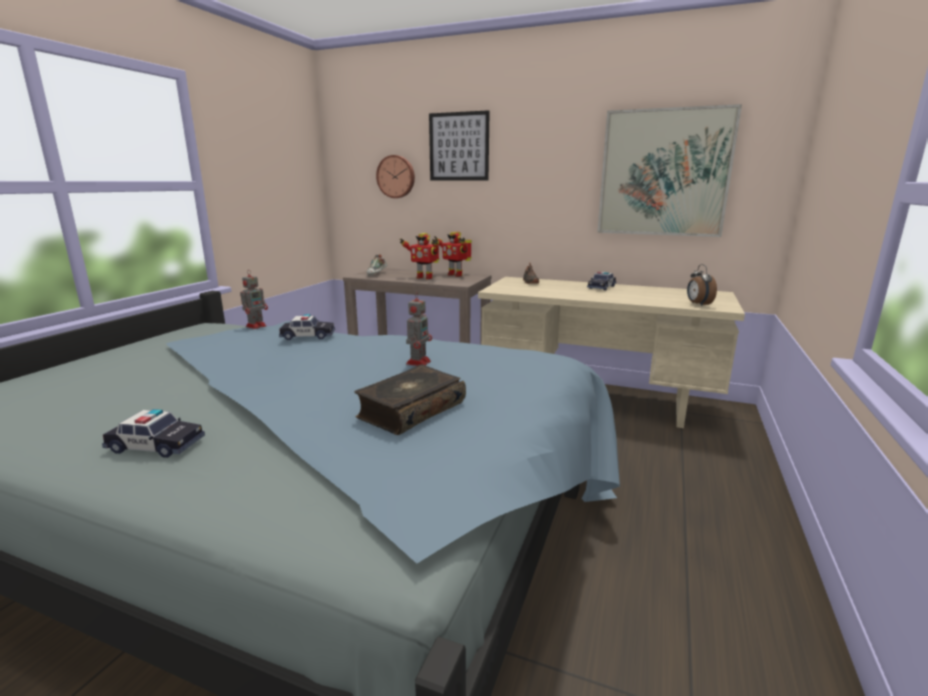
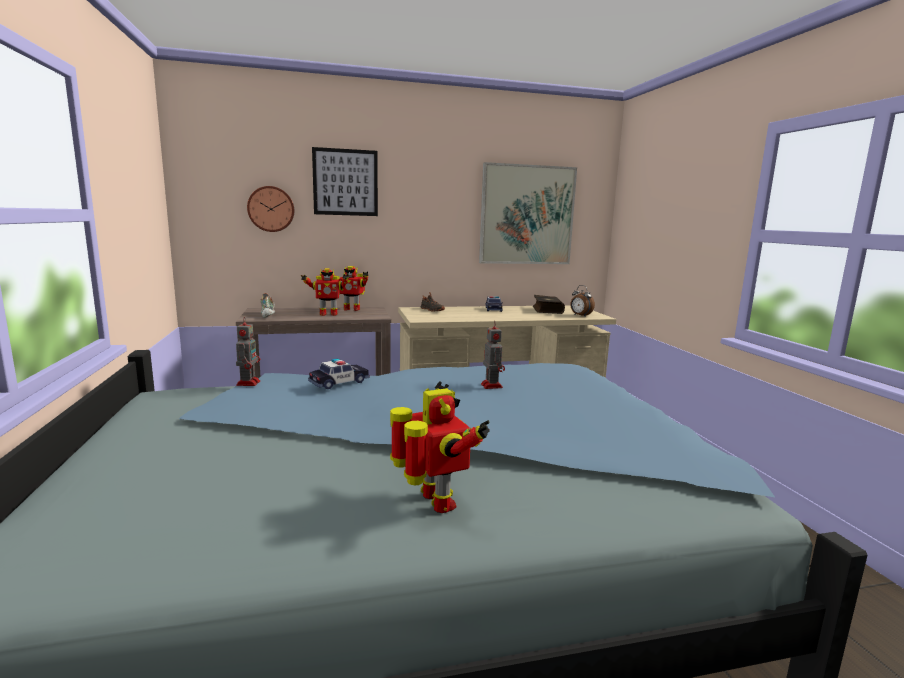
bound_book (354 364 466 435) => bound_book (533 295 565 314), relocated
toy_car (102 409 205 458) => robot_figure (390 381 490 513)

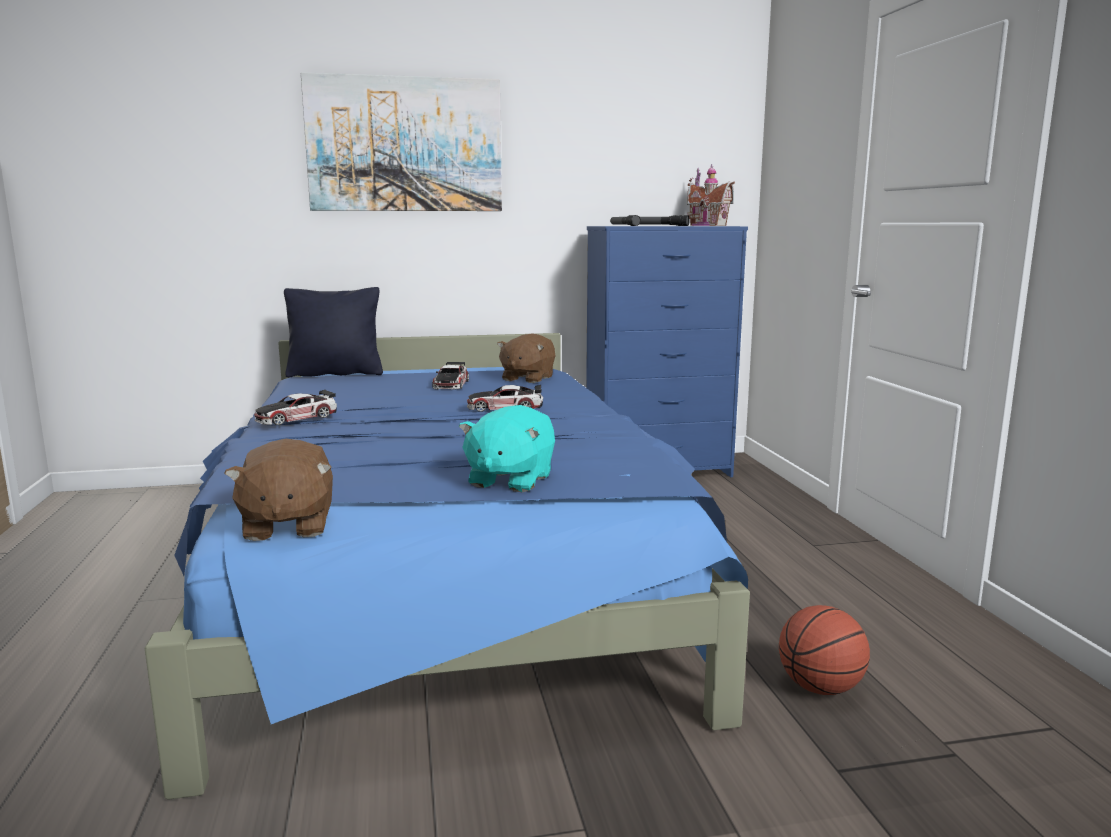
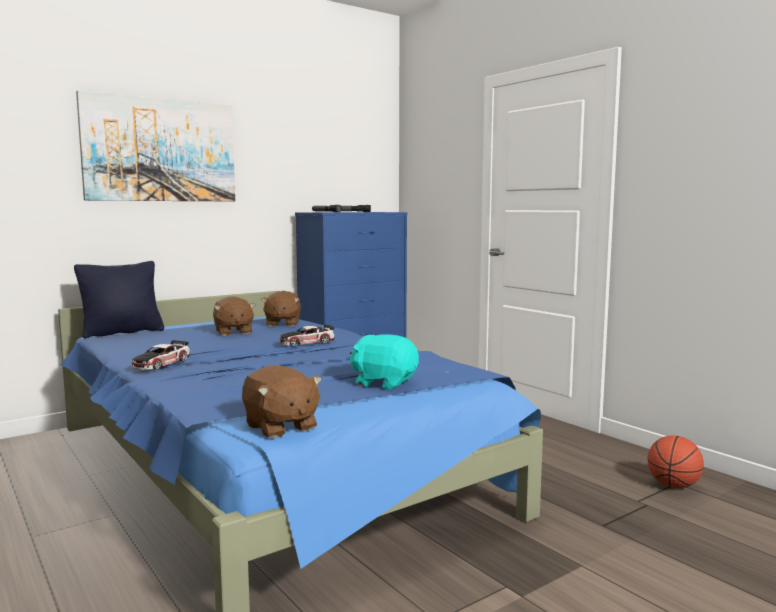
toy_house (687 164 735 226) => nothing
toy_car (432 362 469 390) => brownish_plush_toy (213 296 256 336)
turquoise-coloured_plush_toy (459 405 555 492) => turquoise-coloured_plush_toy (349 334 419 390), 120 degrees clockwise
basketball (779 605 870 695) => basketball (648 435 704 488), relocated

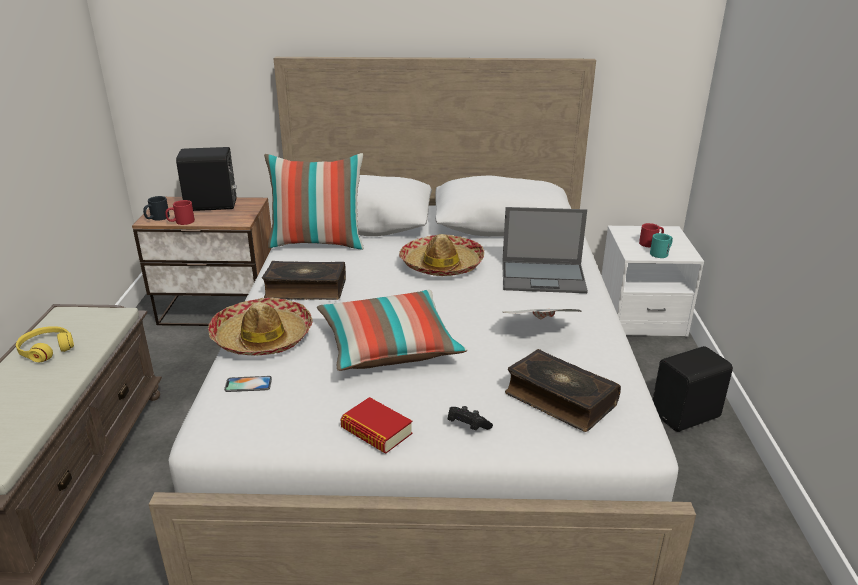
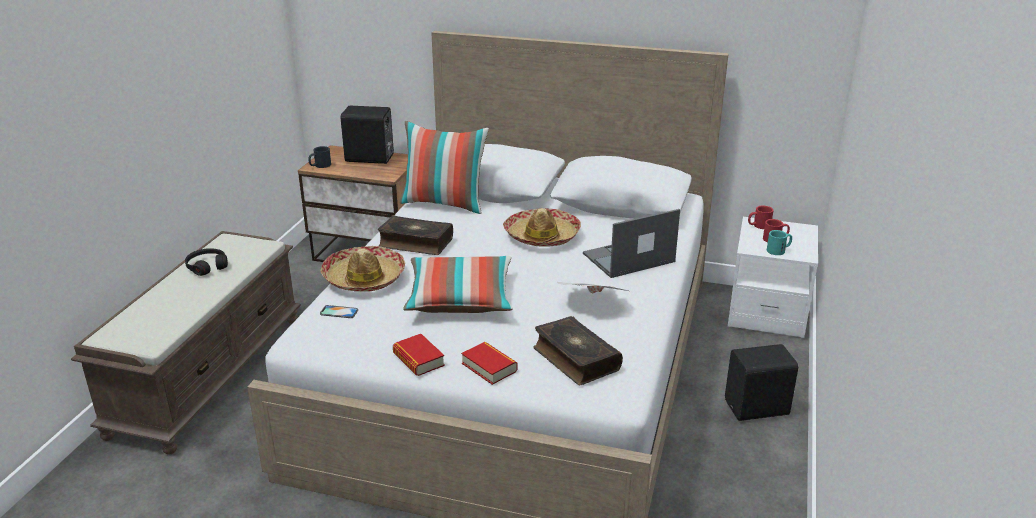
red_tea_mug (165 200 195 225) => red_tea_mug (748 206 774 229), relocated
portable_computer (502 207 588 293) => portable_computer (583 209 680 278), 135 degrees clockwise
yellowish_pair_of_headphones (16 326 74 362) => blackish_pair_of_headphones (185 248 228 276)
blackish_joypad (448 406 493 430) => bound_book (461 342 518 385)

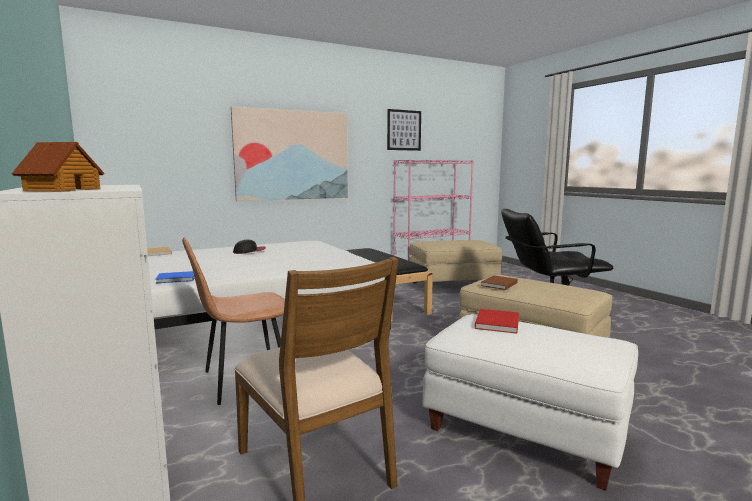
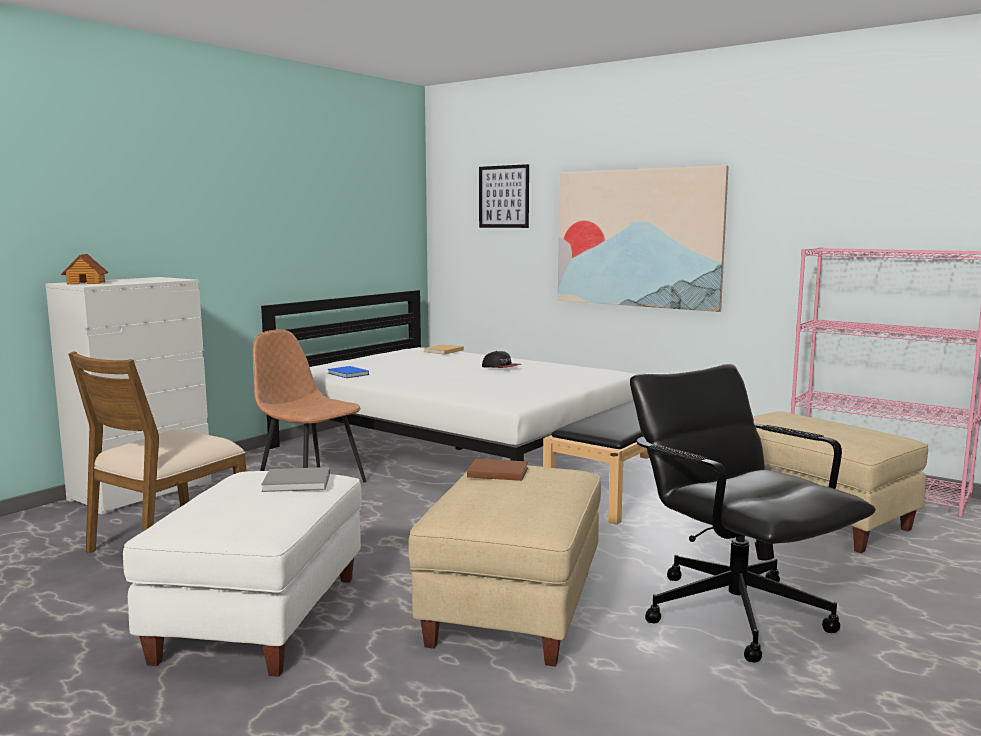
wall_picture (387 109 421 151) => wall_picture (479 164 529 228), relocated
red_bound_book (475 309 519 334) => greyish_bound_book (261 467 330 492)

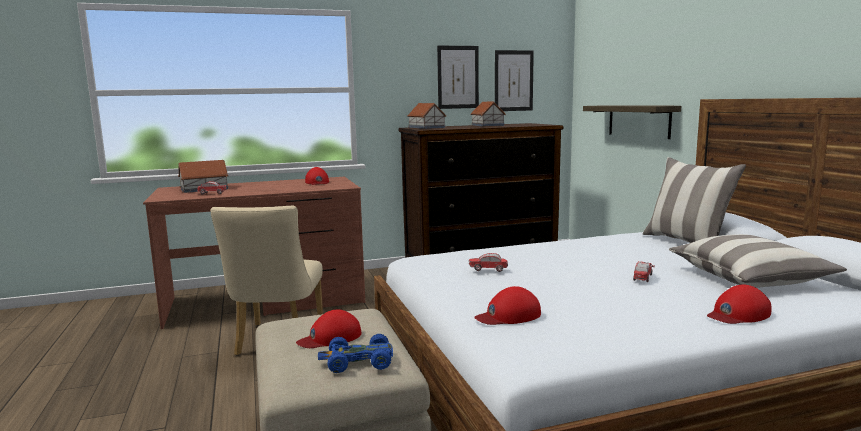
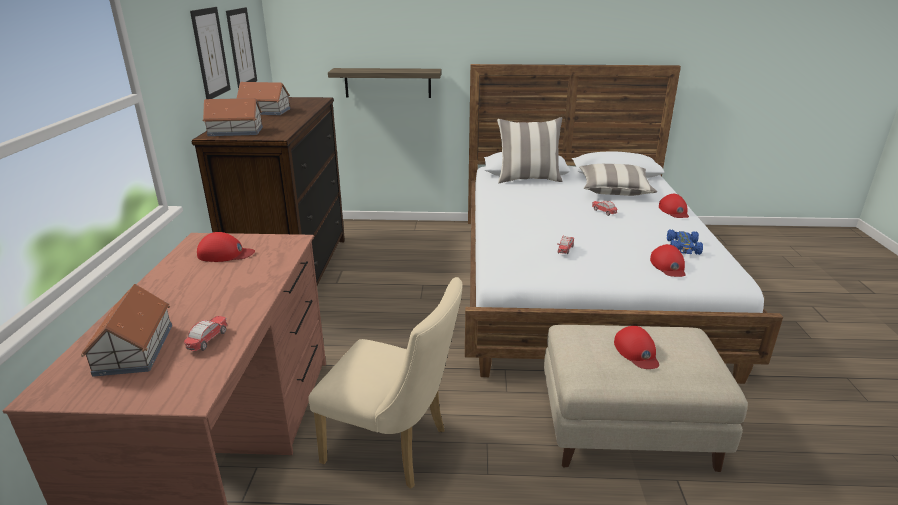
blue-coloured_toy_car (318 334 393 373) => blue-coloured_toy_car (667 229 703 255), relocated

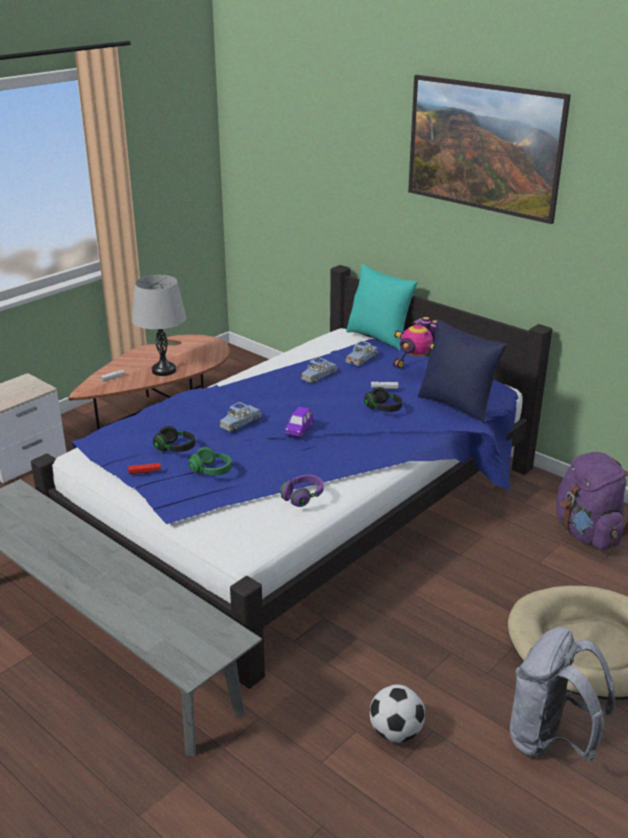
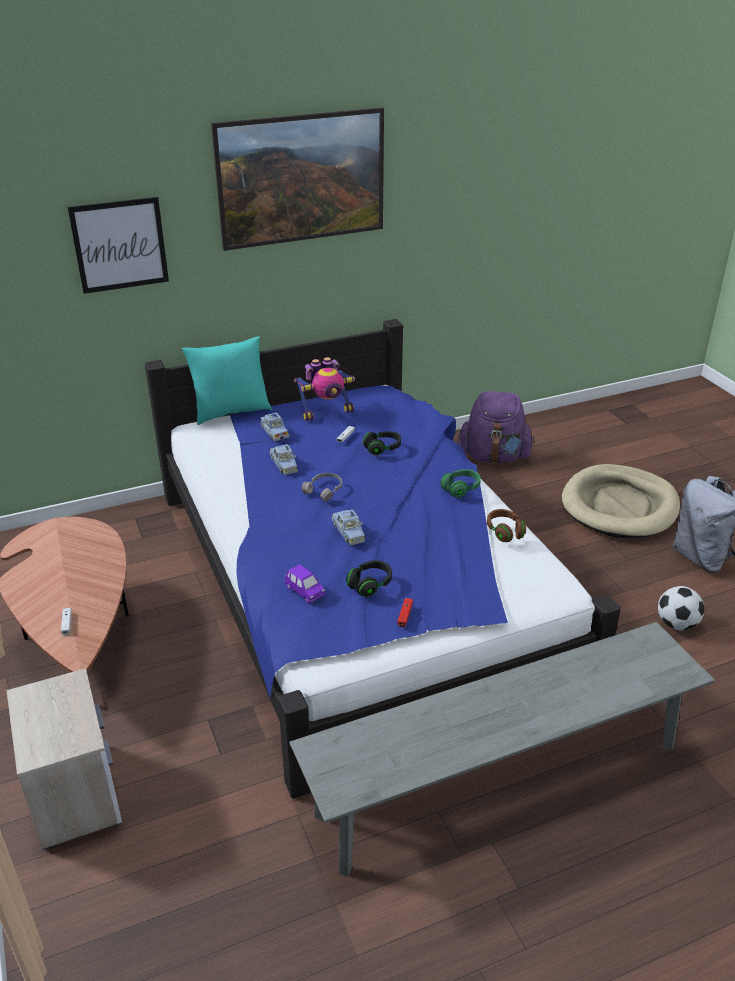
greyish_table_lamp (132 275 186 376) => nothing
blue-coloured_throw_pillow (418 319 507 424) => nothing
purple-coloured_toy_car (285 407 313 437) => purple-coloured_toy_car (284 564 326 603), relocated
green_pair_of_headphones (188 447 232 475) => green_pair_of_headphones (441 469 481 498), relocated
purple-coloured_pair_of_headphones (280 475 323 507) => brownish_pair_of_headphones (487 509 526 542)
nothing => wall_picture (68 197 169 294)
nothing => greyish_pair_of_headphones (302 473 342 502)

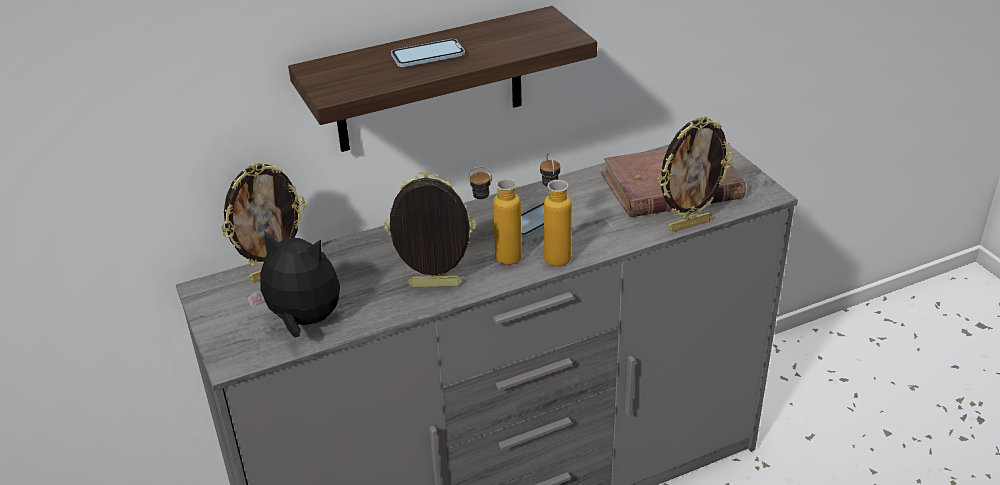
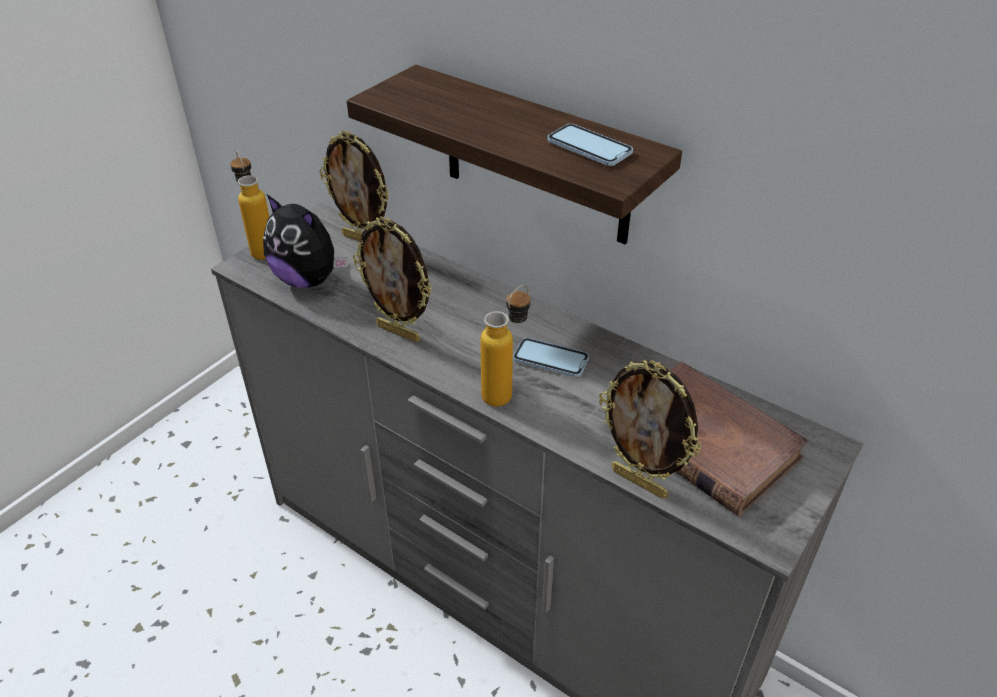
telephone (391 39 465 67) => telephone (547 124 633 166), relocated
drink_bottle (468 166 522 265) => drink_bottle (230 150 269 260), relocated
picture_frame (384 172 476 287) => picture_frame (353 217 432 343), 150 degrees clockwise
plush_toy (247 230 340 338) => plush_toy (263 195 348 288), 135 degrees clockwise

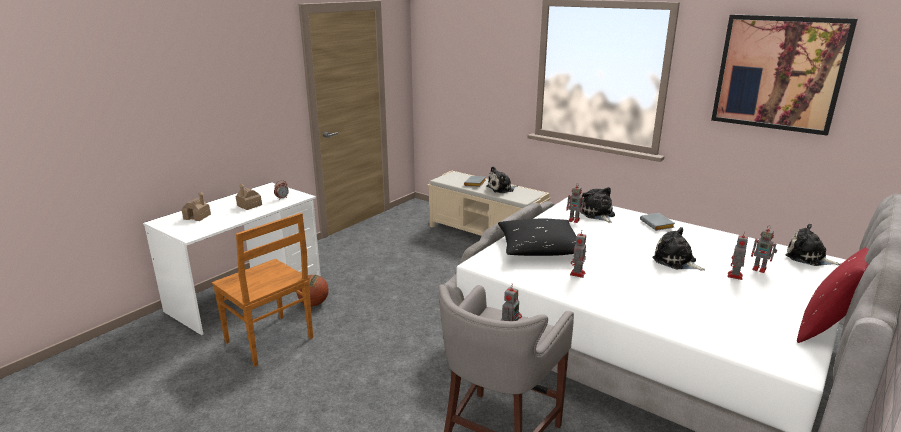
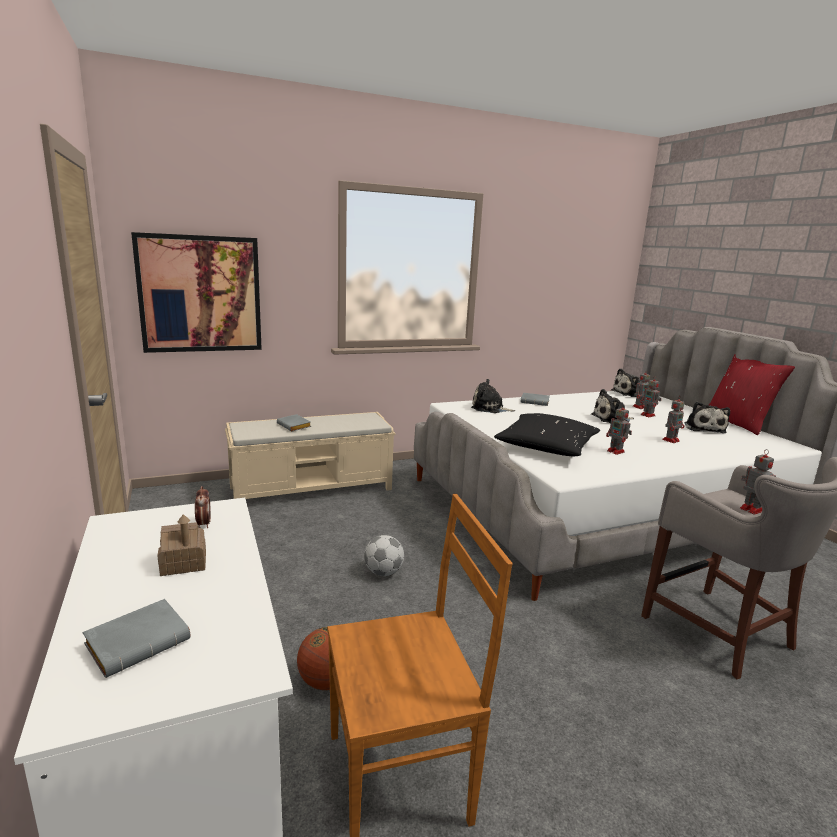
wall_picture (711 14 858 136) => wall_picture (131 232 262 353), relocated
plush_toy (486 166 518 193) => plush_toy (685 402 730 433), relocated
robot_figure (566 183 586 223) => robot_figure (662 397 684 443), relocated
toy_house (182 191 211 221) => greyish_bound_book (83 599 191 678)
nothing => football (364 535 404 576)

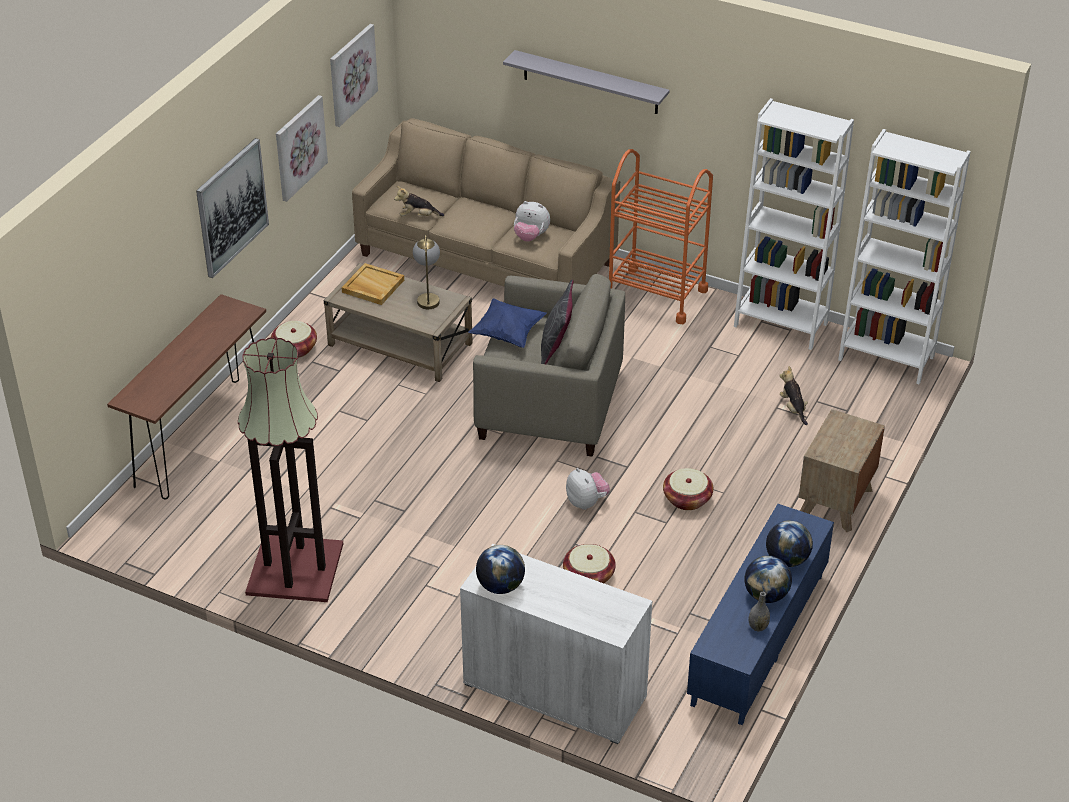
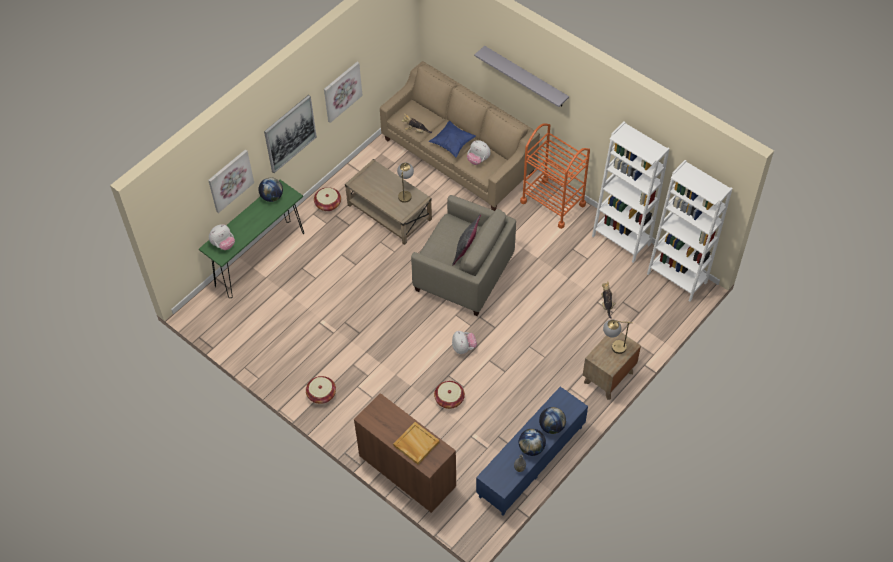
wall_picture (330 24 378 127) => wall_picture (208 149 254 213), relocated
sand-coloured_serving_tray (342 263 404 305) => sand-coloured_serving_tray (393 422 440 465), relocated
brownish_hall_table (107 294 266 499) => green_hall_table (199 180 304 298)
blue-coloured_throw_pillow (468 299 547 348) => blue-coloured_throw_pillow (429 121 476 157), relocated
standing_lamp (238 337 343 602) => nothing
basket (663 468 713 510) => basket (306 376 336 404), relocated
whitish_cupboard (460 544 652 744) => brownish_cupboard (354 393 456 513)
globe (476 545 525 594) => globe (258 178 283 202), relocated
nothing => plush_toy (209 224 235 250)
nothing => table_lamp (603 319 633 354)

